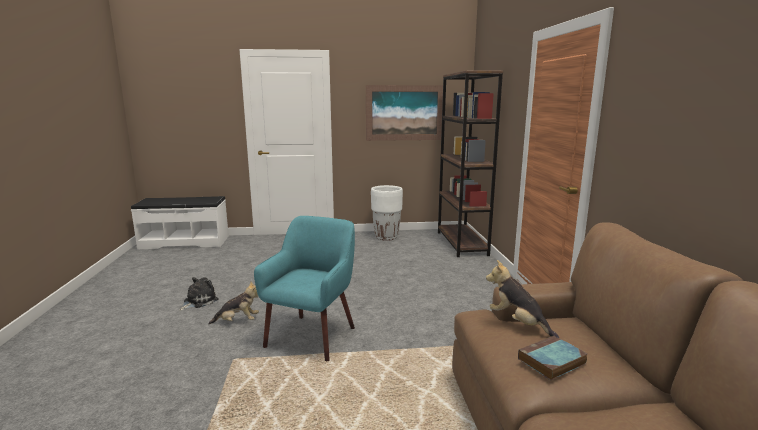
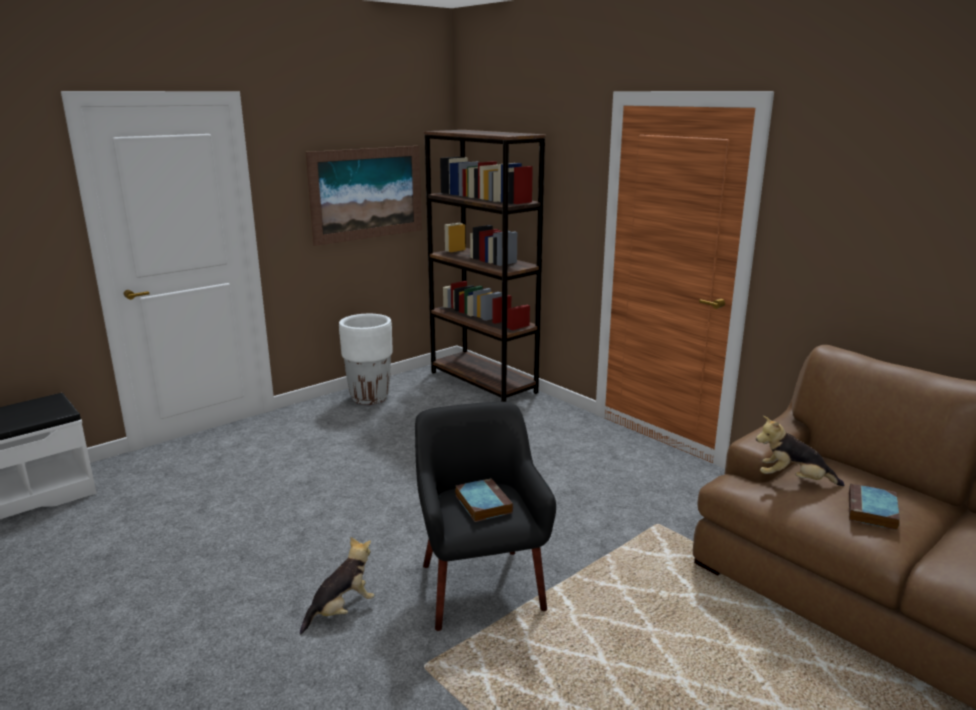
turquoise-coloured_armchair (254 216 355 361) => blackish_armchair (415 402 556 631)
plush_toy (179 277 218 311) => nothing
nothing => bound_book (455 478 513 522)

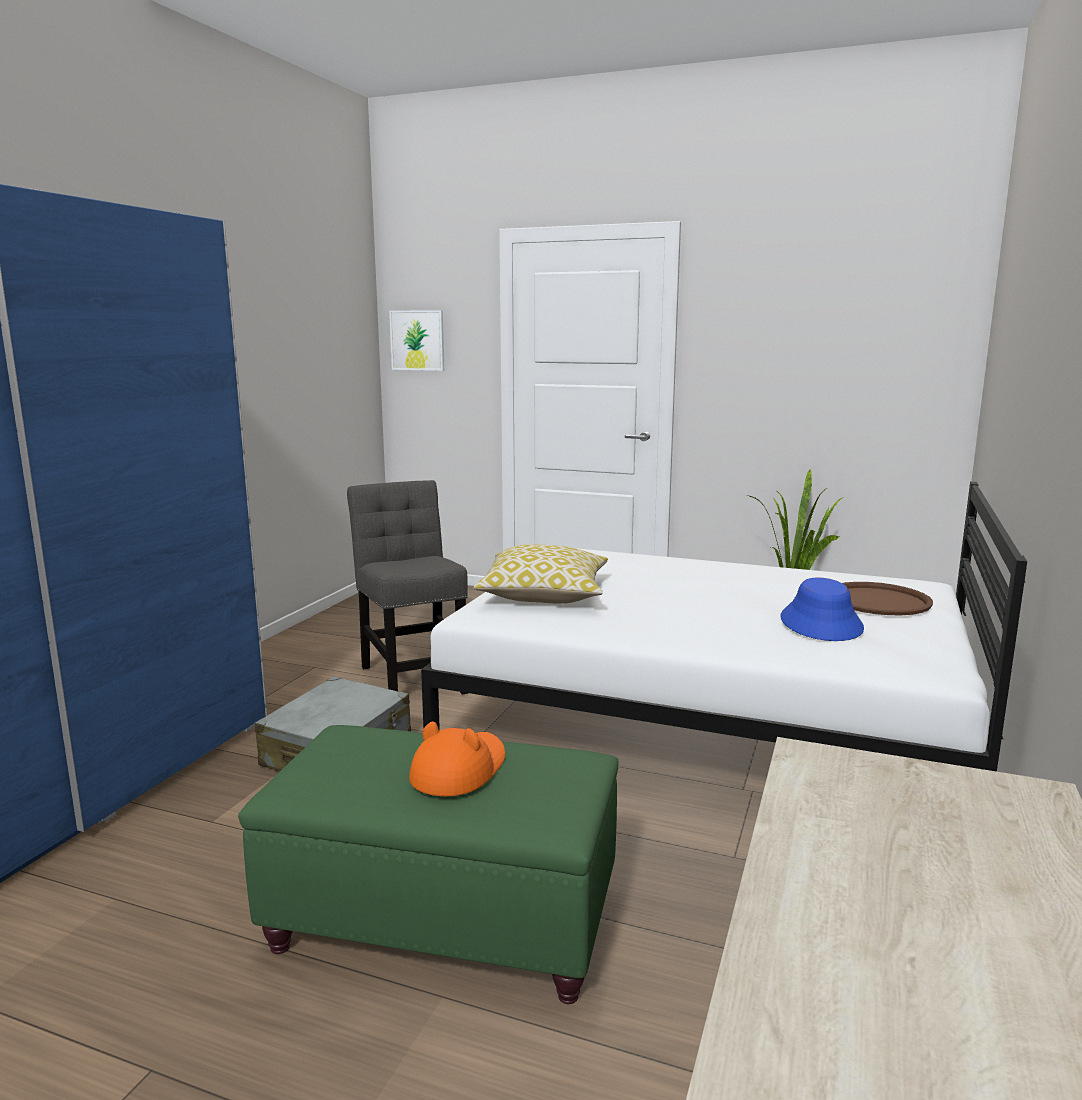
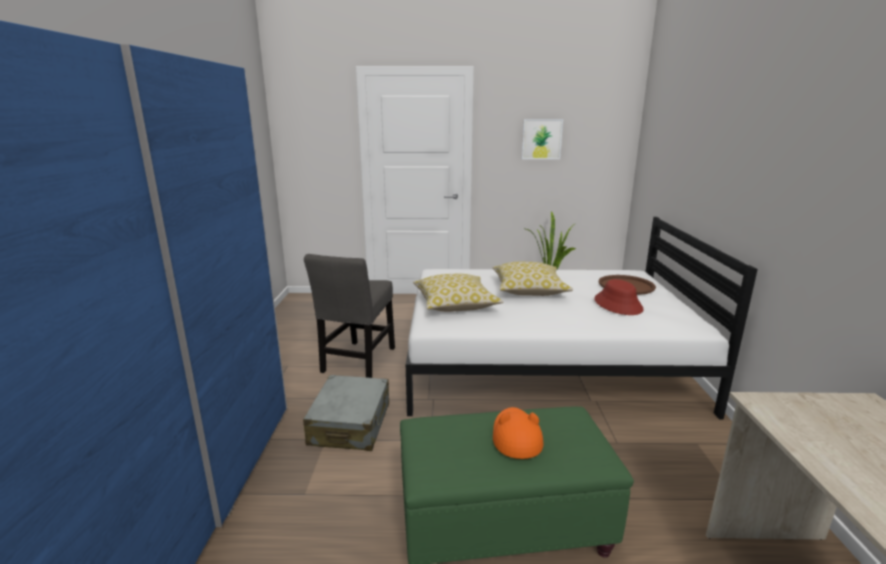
wall_picture (389 310 444 371) => wall_picture (522 119 563 159), relocated
greyish_plain_chair (347 480 468 695) => greyish_plain_chair (304 254 395 378), 120 degrees counterclockwise
blue-coloured_hat (780 578 864 641) => red_hat (594 279 644 315)
nothing => throw_pillow (493 262 573 296)

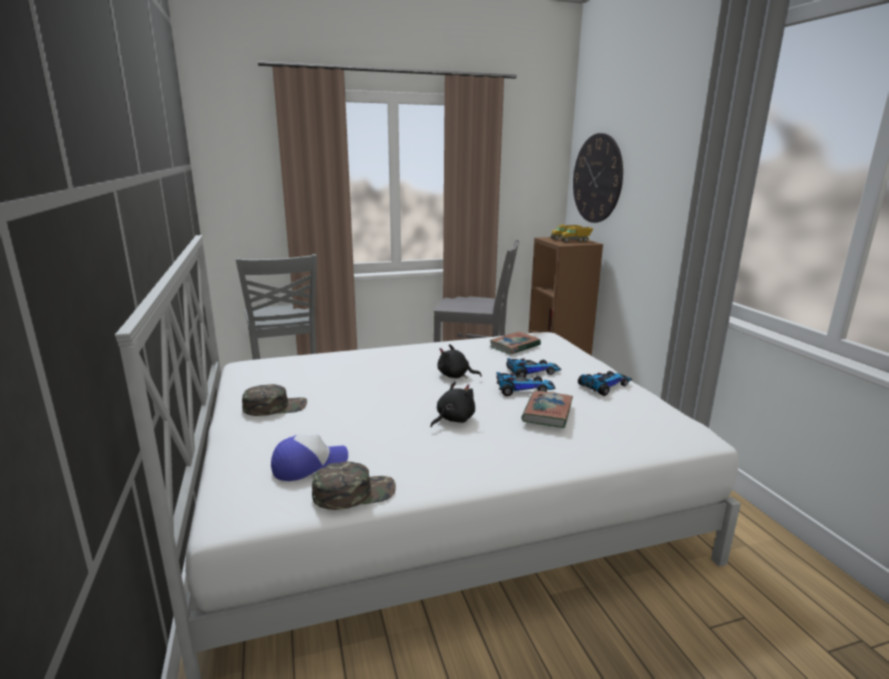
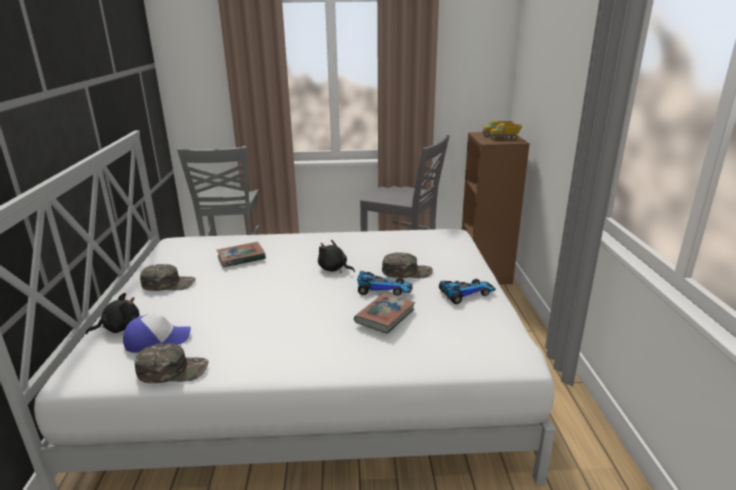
clock_on_the_wall (573 133 623 223) => nothing
bound_book (489 331 541 354) => bound_book (217 242 266 267), relocated
toy_car (506 358 561 378) => green_cap (382 253 433 278)
blackish_plush_toy (430 382 475 427) => blackish_plush_toy (86 293 140 334), relocated

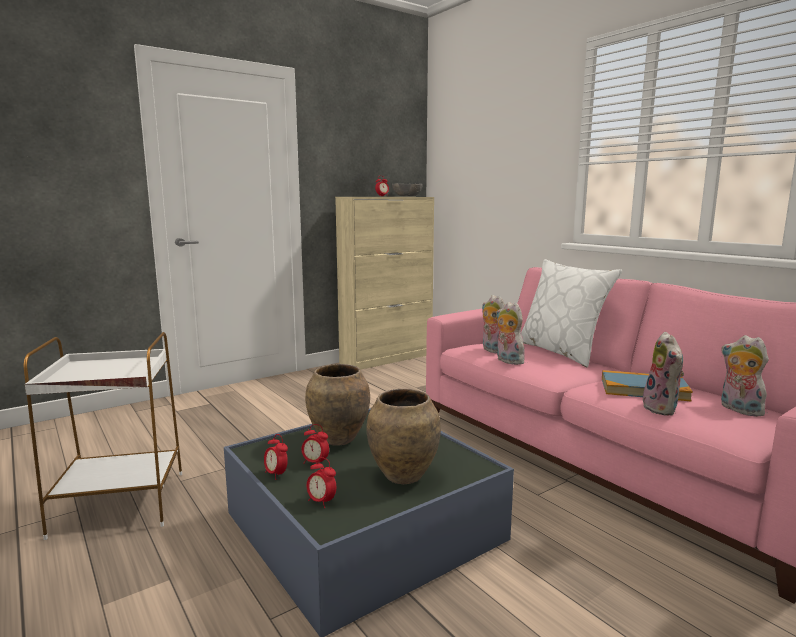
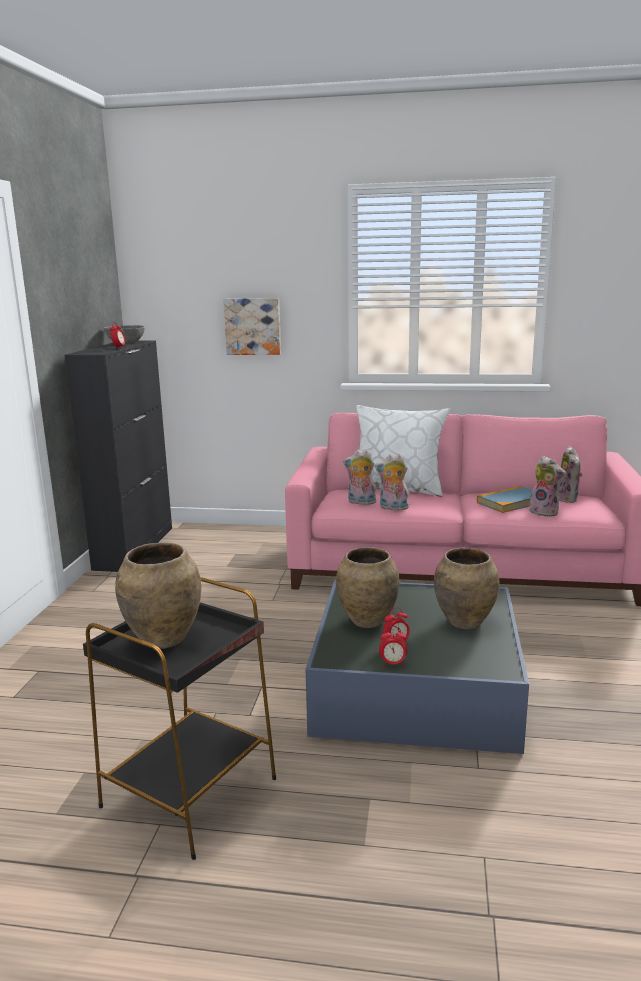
sand-coloured_cupboard (335 197 434 370) => blackish_cupboard (64 341 172 572)
whitish_accent_table (24 332 182 540) => blackish_accent_table (83 577 276 860)
plush_toy (721 335 769 417) => plush_toy (559 446 583 503), 105 degrees counterclockwise
bedside_clock (307 457 336 508) => nothing
nothing => wall_picture (224 298 281 355)
nothing => brownish_decorative_vase (115 542 201 649)

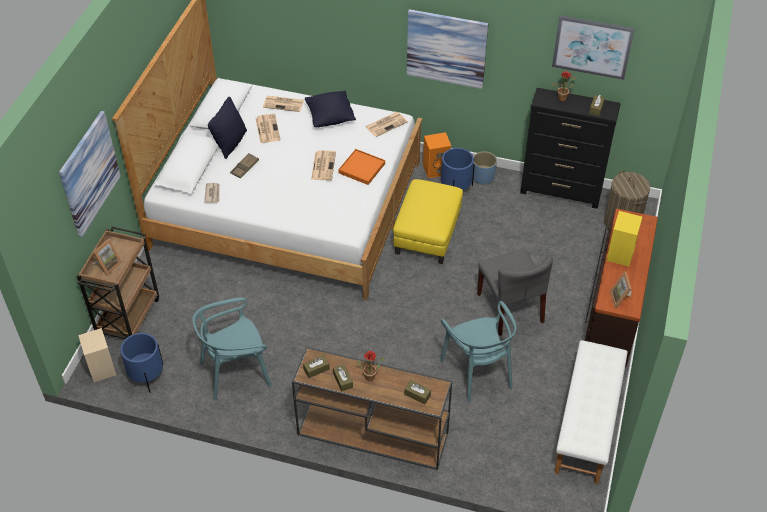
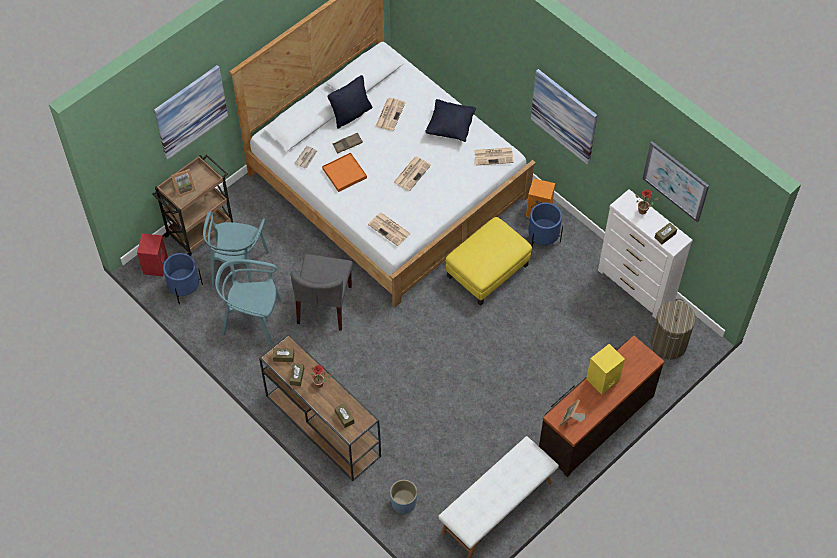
blackish_chest_of_drawers (520 88 621 209) => whitish_chest_of_drawers (598 189 693 319)
newspaper (263 96 304 112) => newspaper (368 213 411 246), relocated
orange_serving_tray (338 149 385 185) => orange_serving_tray (322 153 367 192), relocated
blue-coloured_plant_pot (473 151 497 184) => blue-coloured_plant_pot (390 480 417 514), relocated
greyish_plain_chair (477 249 553 336) => greyish_plain_chair (291 254 353 331), relocated
turquoise-coloured_plain_chair (440 301 516 402) => turquoise-coloured_plain_chair (203 211 269 287), relocated
sand-coloured_speaker (78 328 116 382) => red_speaker (137 233 168 276)

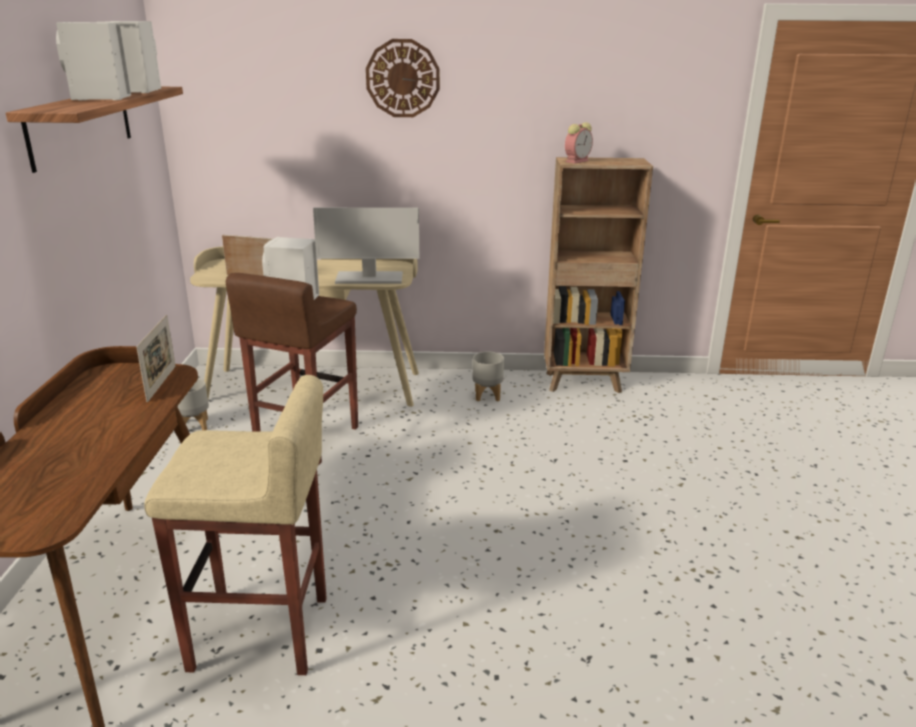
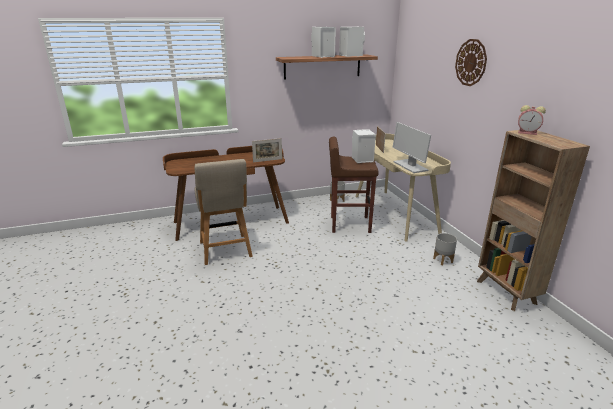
sand-coloured_sitting_stool (144 375 327 675) => sand-coloured_plain_chair (194 159 253 265)

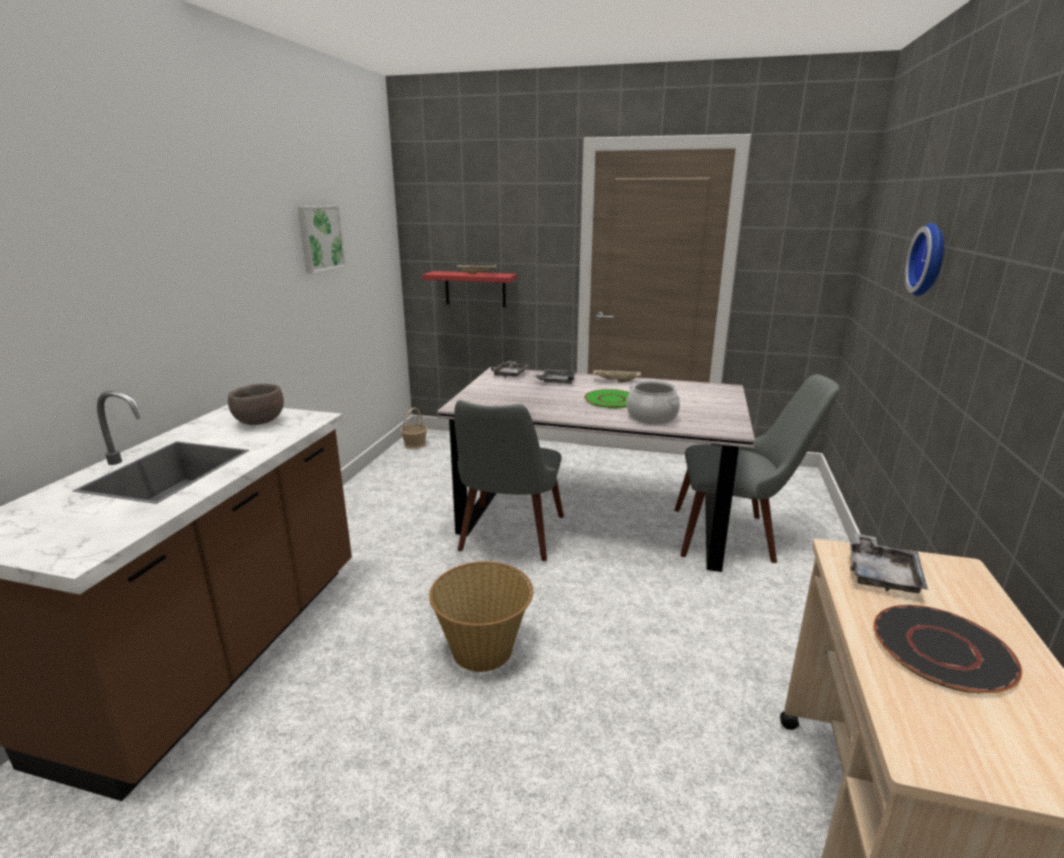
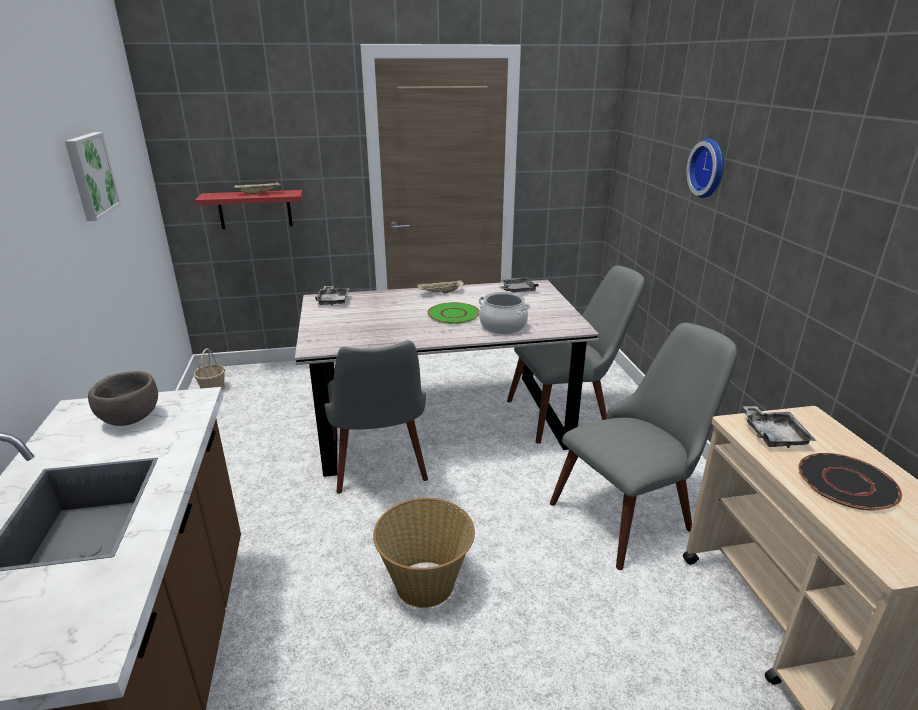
greyish_serving_tray (534 369 575 384) => greyish_serving_tray (499 277 539 293), relocated
nothing => greyish_plain_chair (550 323 738 570)

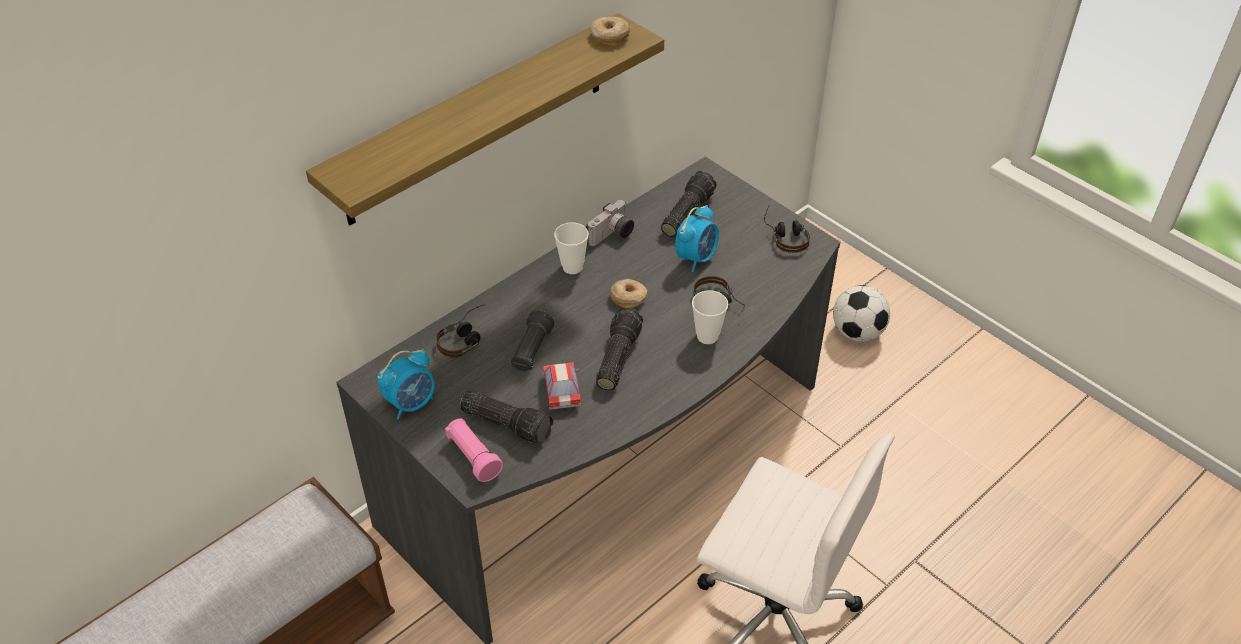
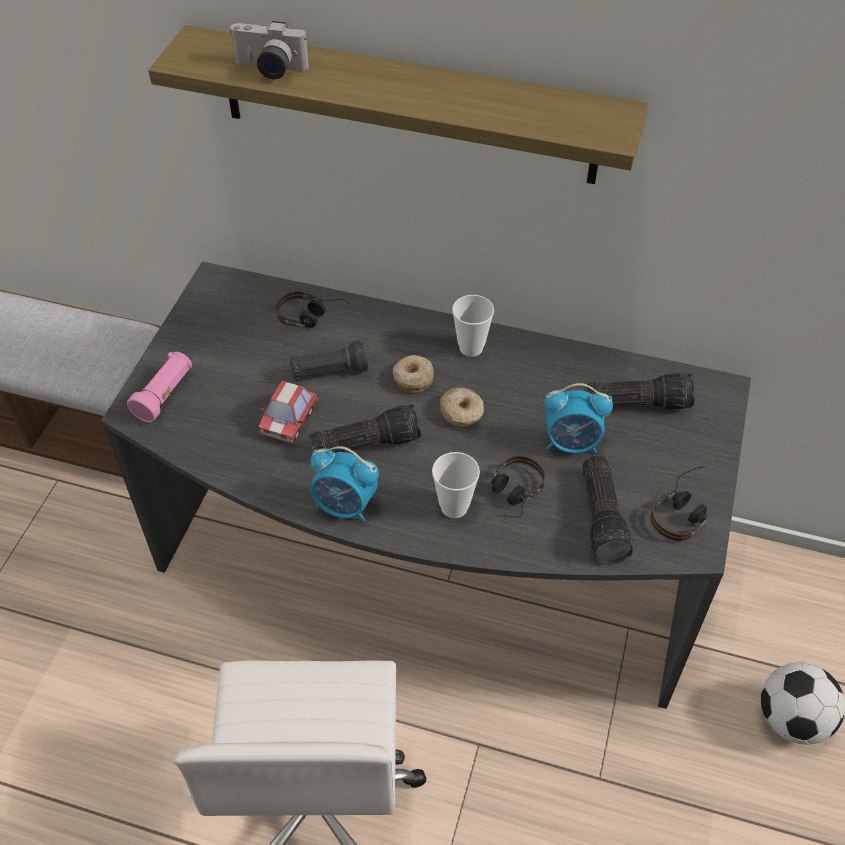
donut (590 17 630 45) => donut (393 355 434 393), relocated
photo_camera (586 200 634 246) => photo_camera (229 21 309 79), relocated
bedside_clock (377 349 435 419) => bedside_clock (310 446 379 521), relocated
toy_car (540 362 581 410) => toy_car (259 381 317 443), 150 degrees clockwise
hand_torch (460 391 553 444) => hand_torch (583 455 633 564), relocated

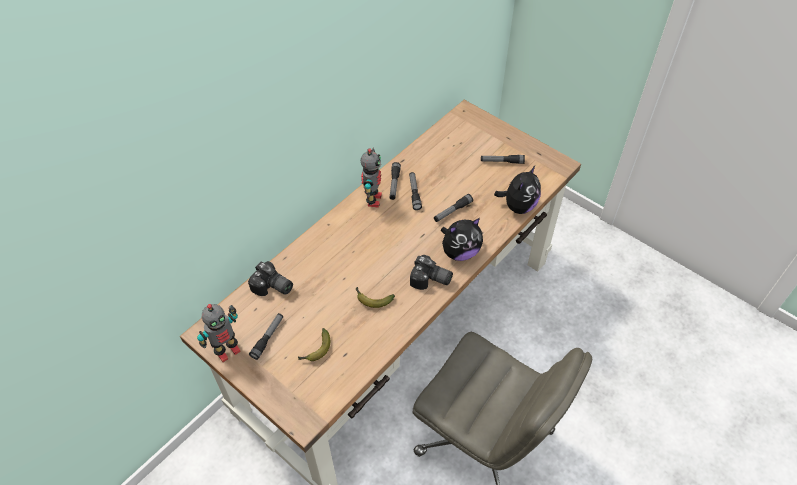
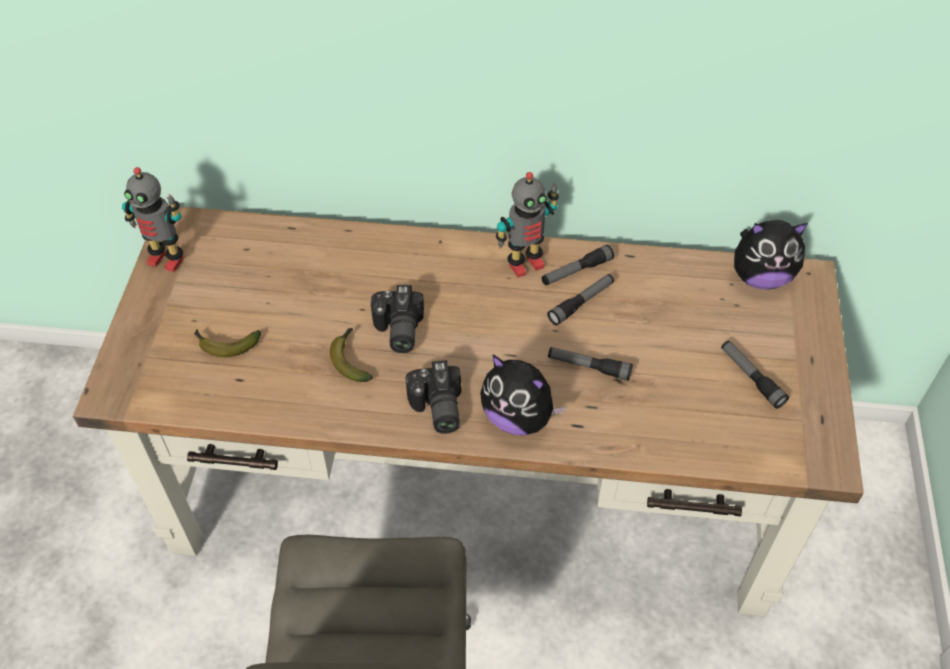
plush_toy (494 165 541 214) => plush_toy (734 220 808 290), relocated
photo_camera (248 261 293 296) => photo_camera (371 285 424 353), relocated
hand_torch (249 313 283 360) => nothing

